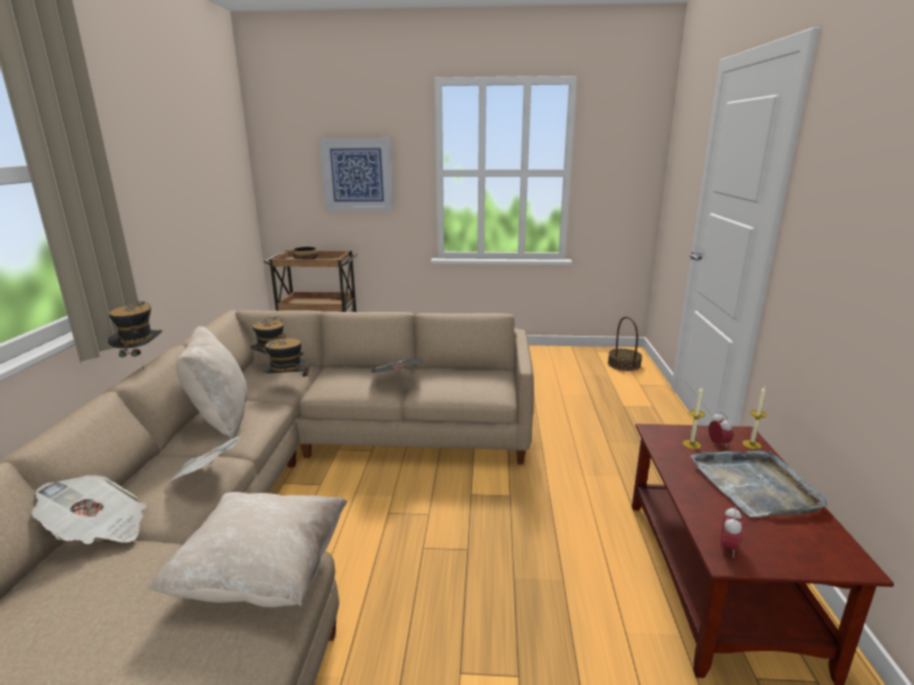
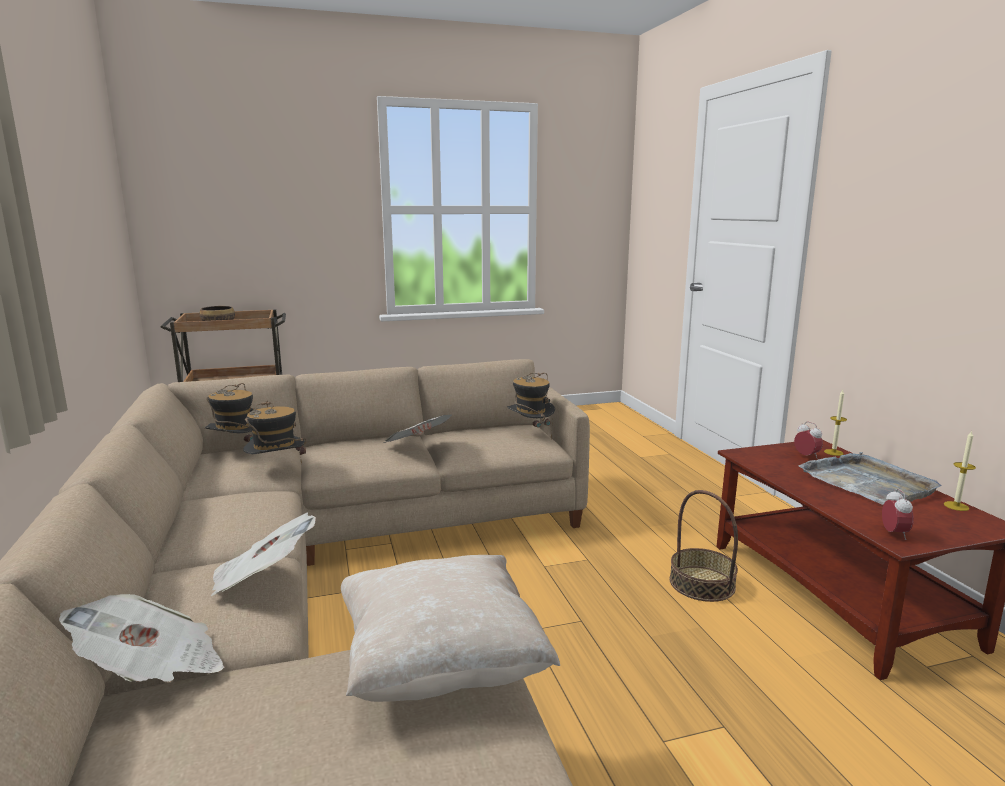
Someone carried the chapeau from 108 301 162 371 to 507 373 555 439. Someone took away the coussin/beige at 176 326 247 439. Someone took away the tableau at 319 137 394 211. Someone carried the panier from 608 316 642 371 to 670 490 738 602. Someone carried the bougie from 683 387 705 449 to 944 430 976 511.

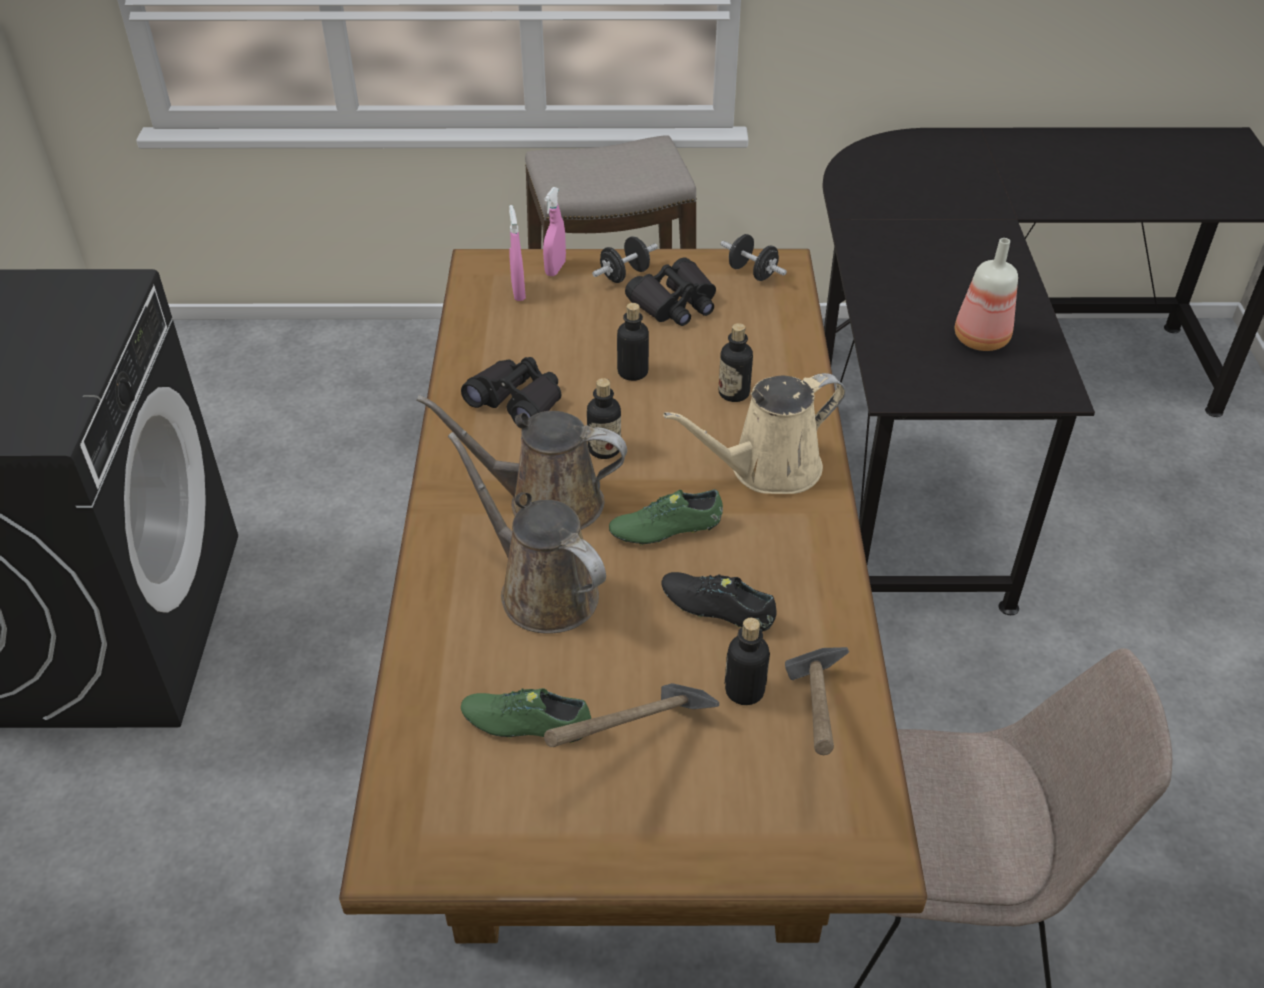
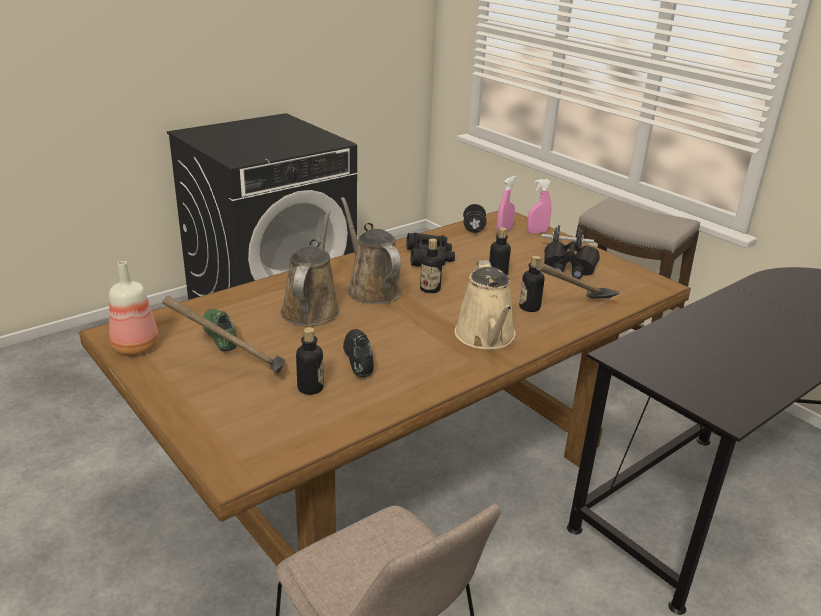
Someone took away the chaussure/vert at 609 489 723 546. Someone rotated the arrosoir/beige at 663 373 845 494 by 120 degrees counterclockwise. Someone carried the haltère/noir from 721 234 787 281 to 463 204 487 233. Someone carried the marteau from 785 647 849 755 to 536 262 619 298. Someone carried the bouteille from 955 238 1018 351 to 109 261 159 355.

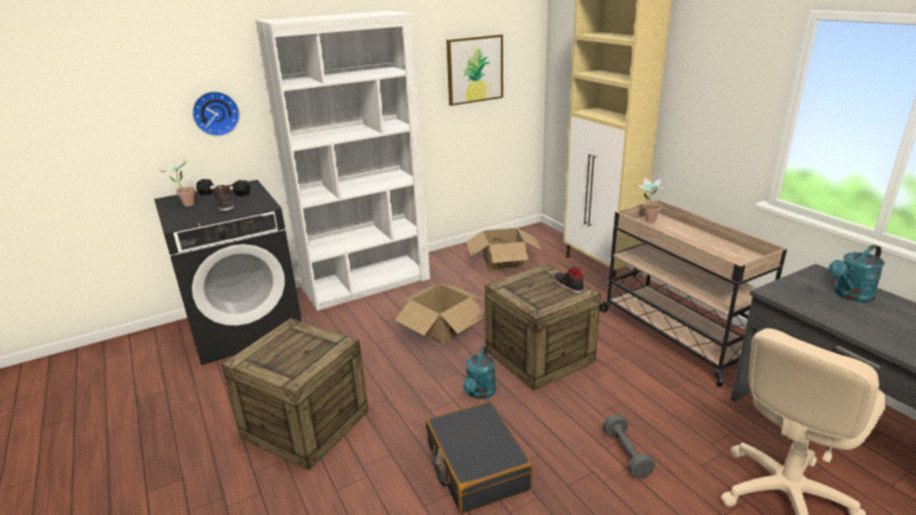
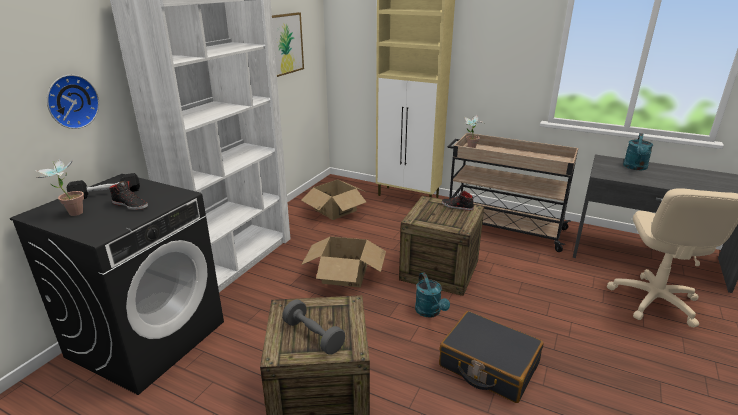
Someone carried the haltère/gris from 603 415 655 479 to 282 300 345 355.

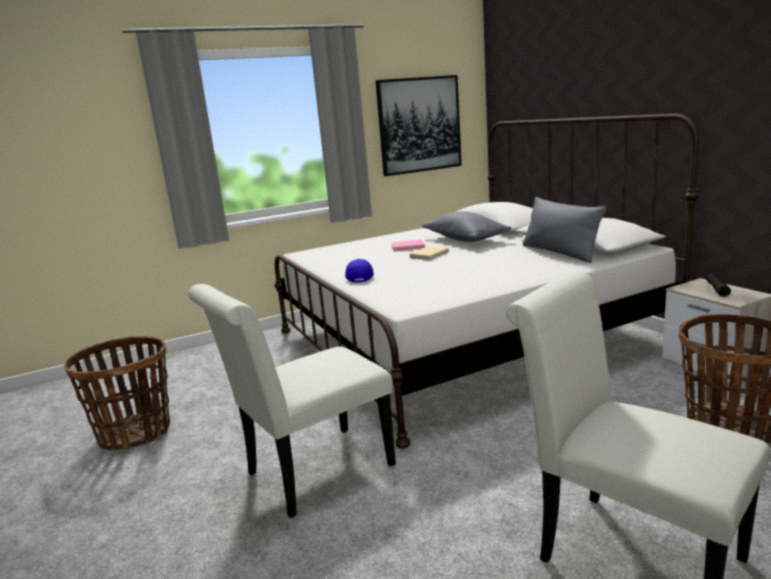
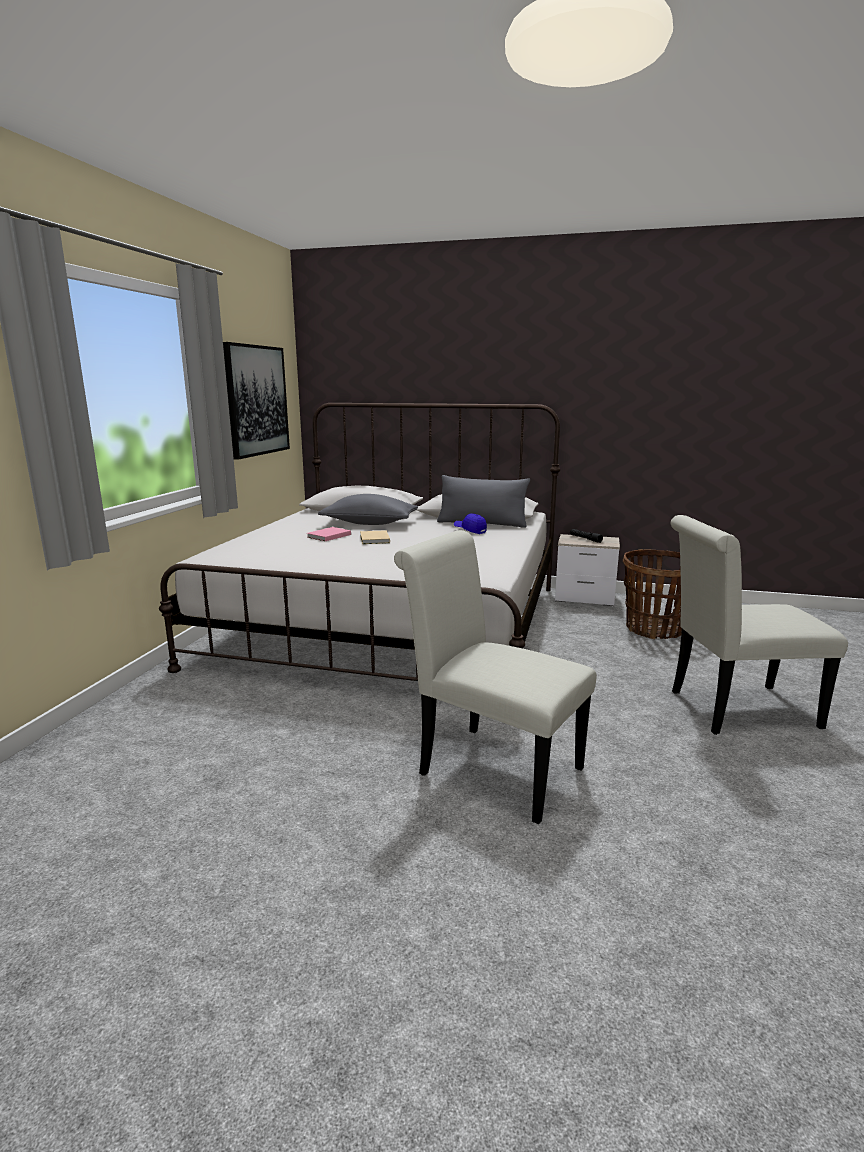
Someone took away the panier at 64 336 170 451. Someone rotated the chaise/blanc at 188 284 396 518 by 120 degrees clockwise. Someone carried the casquette/bleu from 345 259 374 283 to 454 513 487 534.

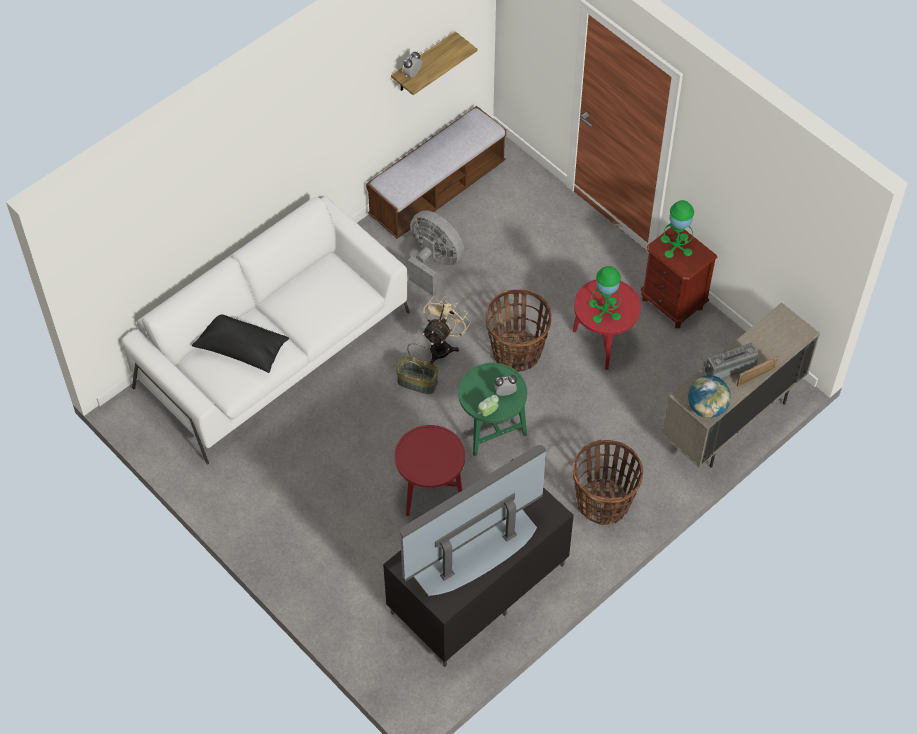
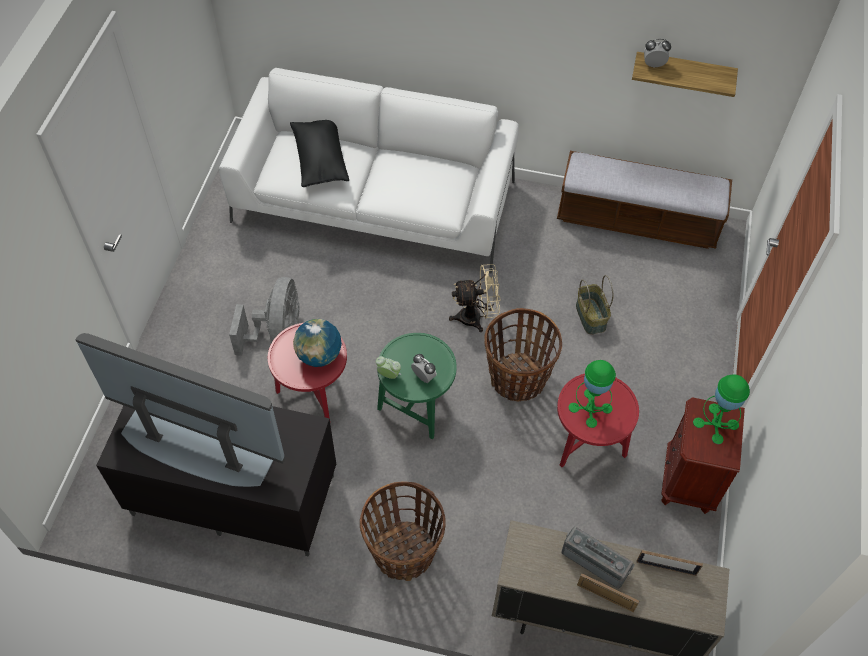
Someone carried the panier from 396 343 439 394 to 576 275 613 335. Someone carried the ventilateur/gris from 408 210 464 296 to 229 277 300 356. Someone carried the globe from 688 375 731 418 to 293 319 342 367. Someone put down the cadre photo at 636 550 703 576.

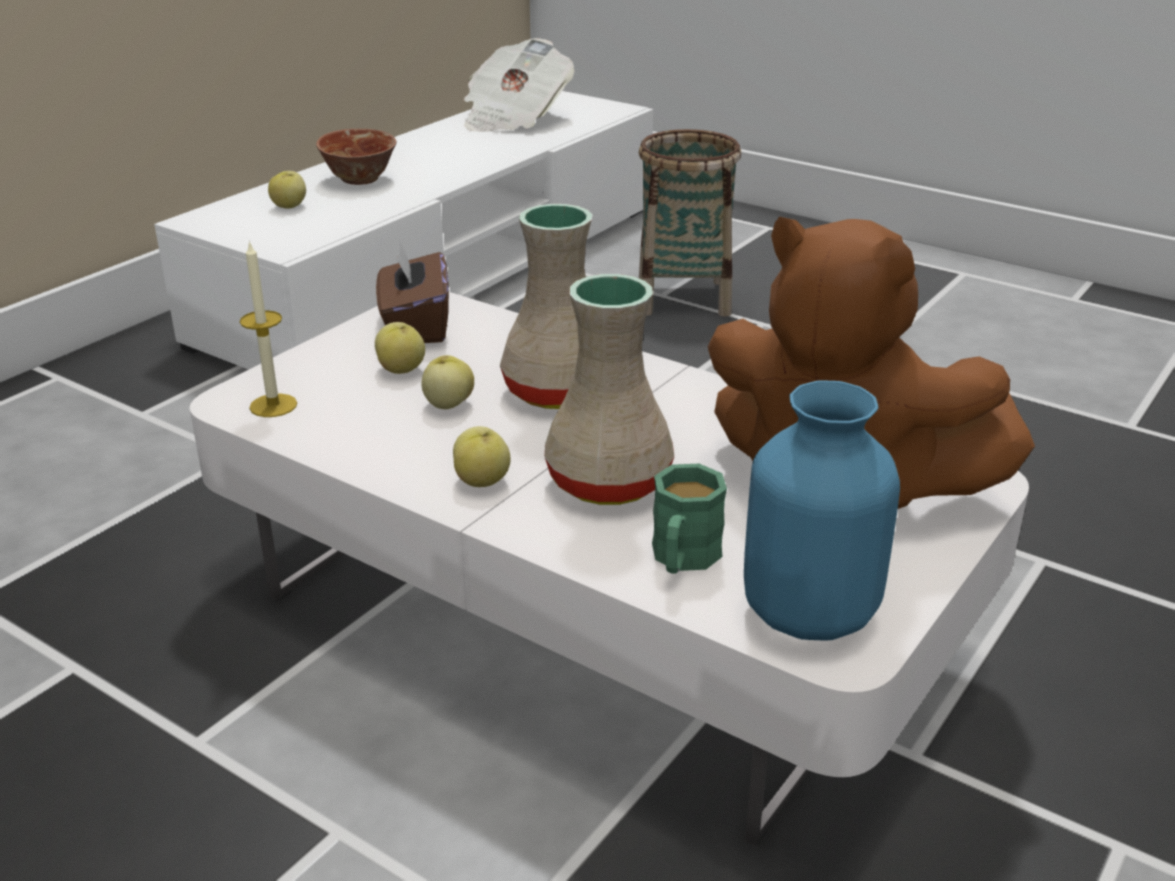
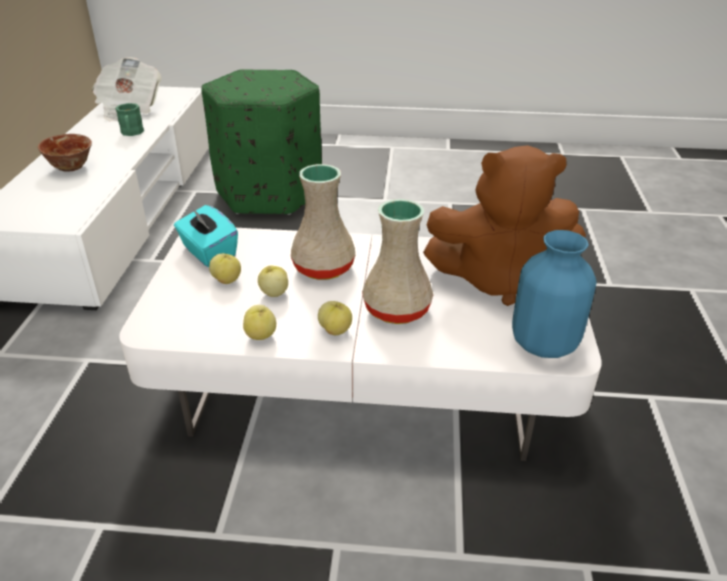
Someone took away the bougie at 240 241 297 417. Someone carried the pomme from 268 171 306 209 to 243 305 276 340. Someone repainted the boîte à mouchoirs/marron at 376 241 449 343, which became the boîte à mouchoirs/turquoise at 174 205 238 267. Someone swapped the panier at 639 129 741 317 for the pouf/vert at 201 69 322 215. Someone carried the mug/vert from 652 464 727 573 to 115 103 144 136.

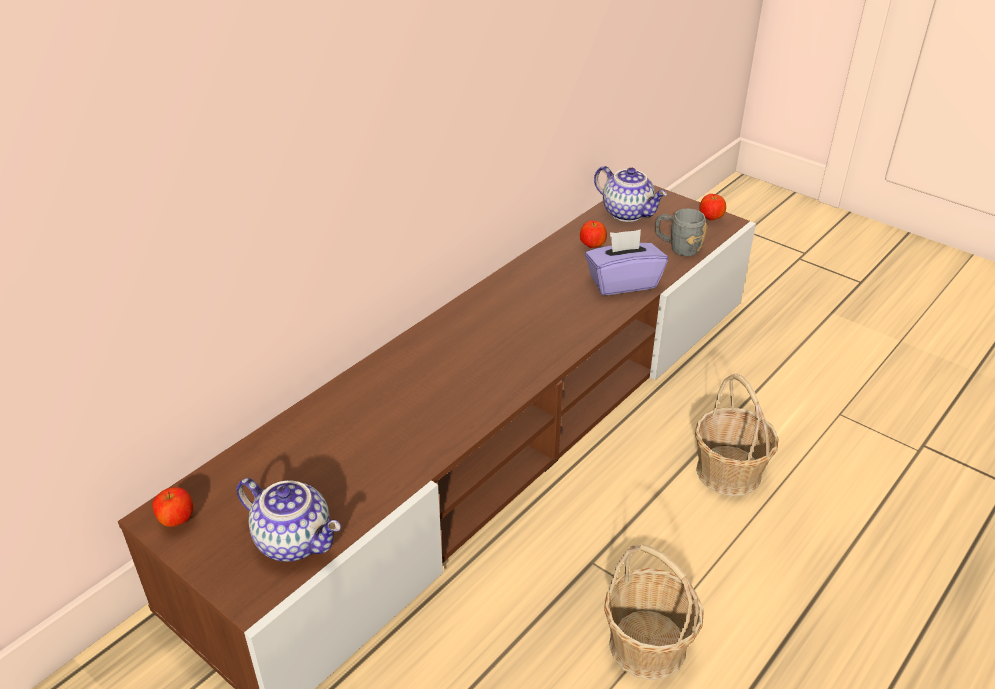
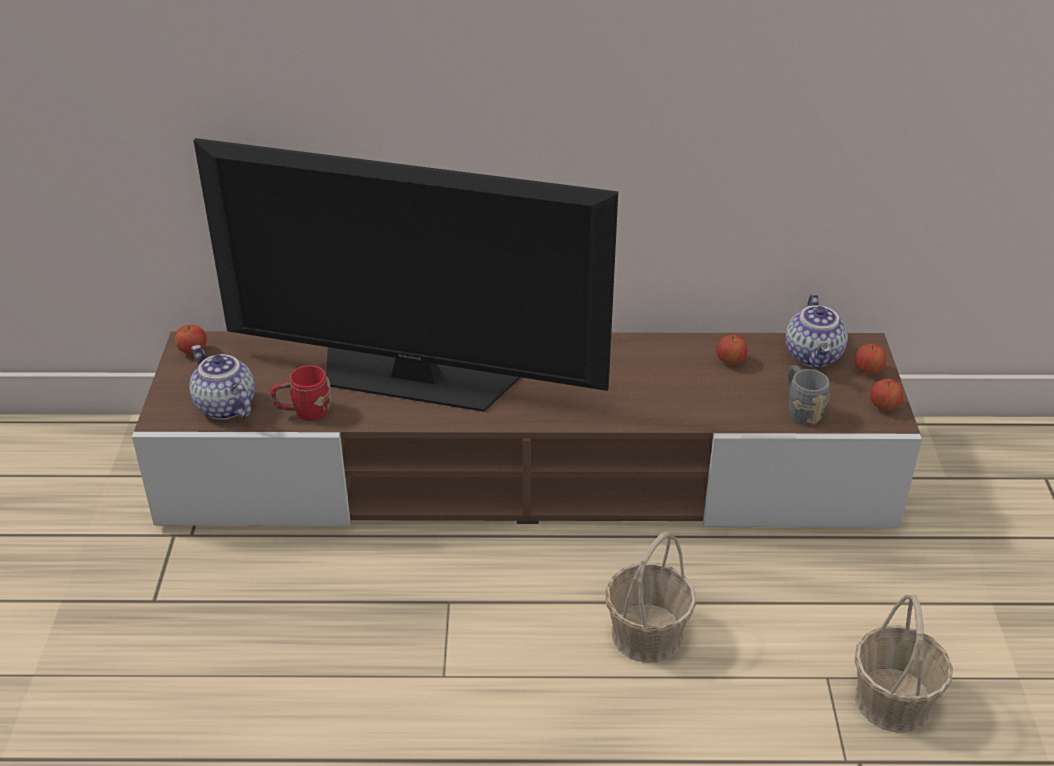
Someone rotated the théière at 236 478 341 562 by 150 degrees clockwise. Someone took away the boîte à mouchoirs/violet at 585 229 668 295. Someone carried the panier from 604 544 704 680 to 855 595 953 733. Someone put down the téléviseur at 193 138 618 412. Someone put down the mug/rouge at 271 365 331 421. Someone put down the pomme at 855 343 887 375.

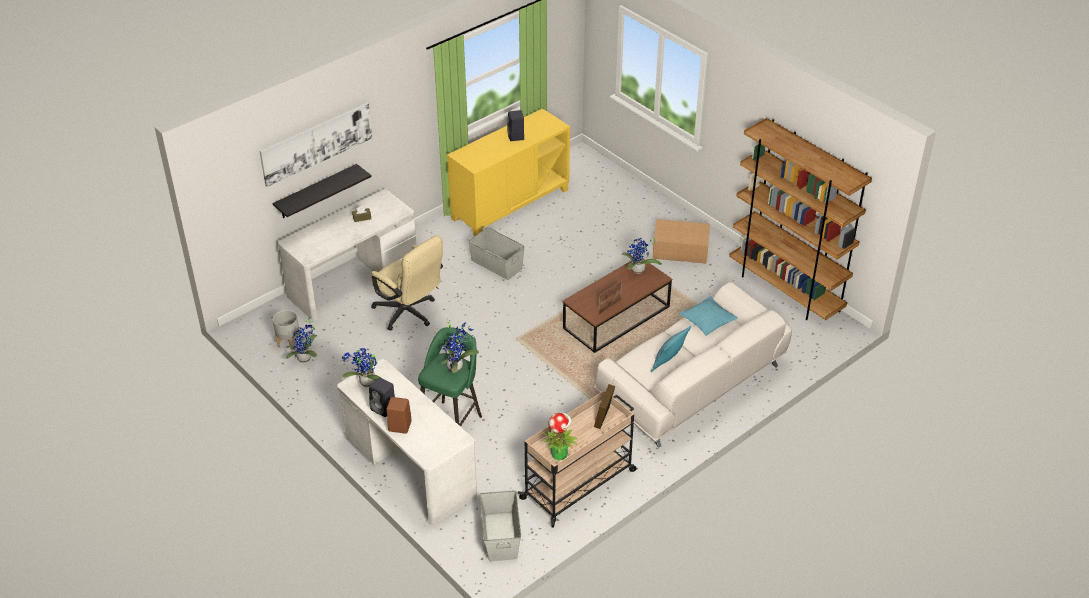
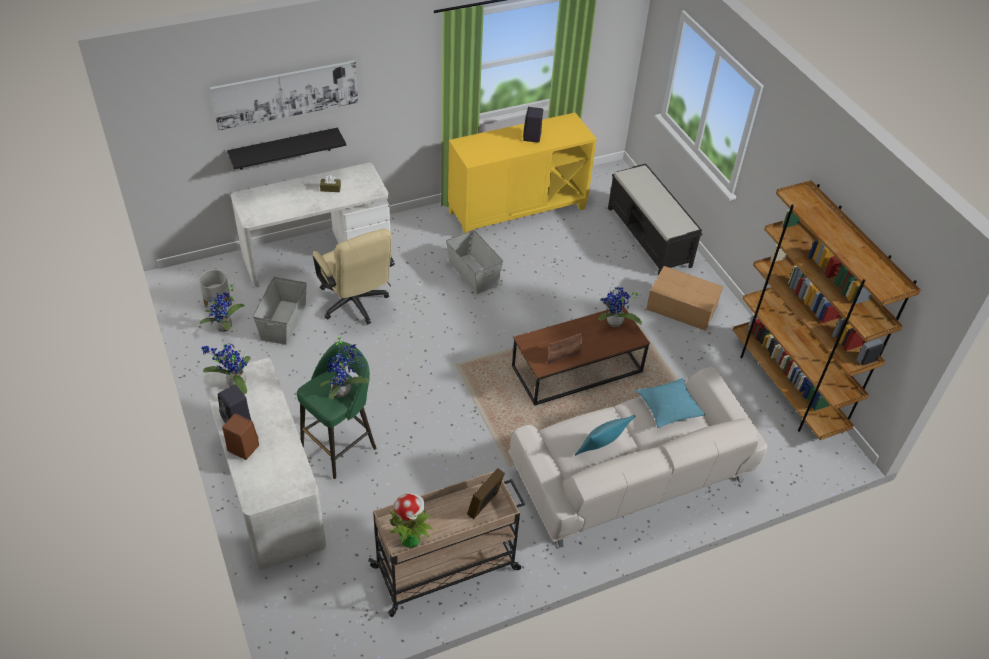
Someone carried the boîte de rangement/gris from 479 490 521 561 to 253 277 307 345. Someone put down the banc/noir at 608 164 702 275.

